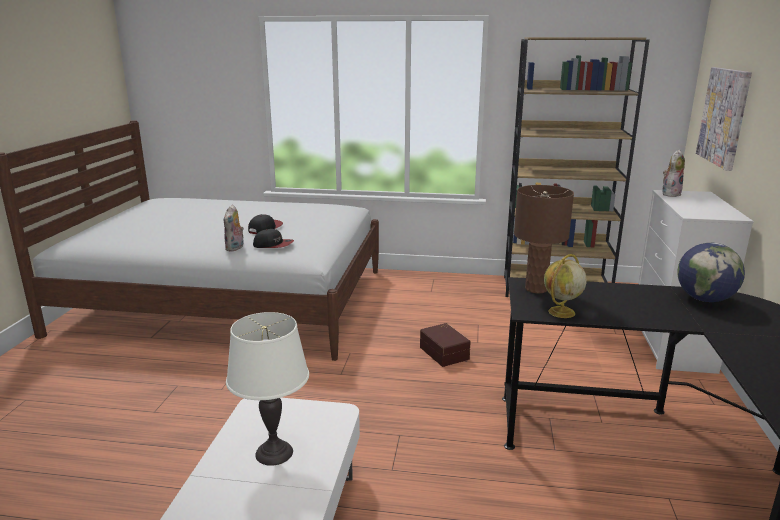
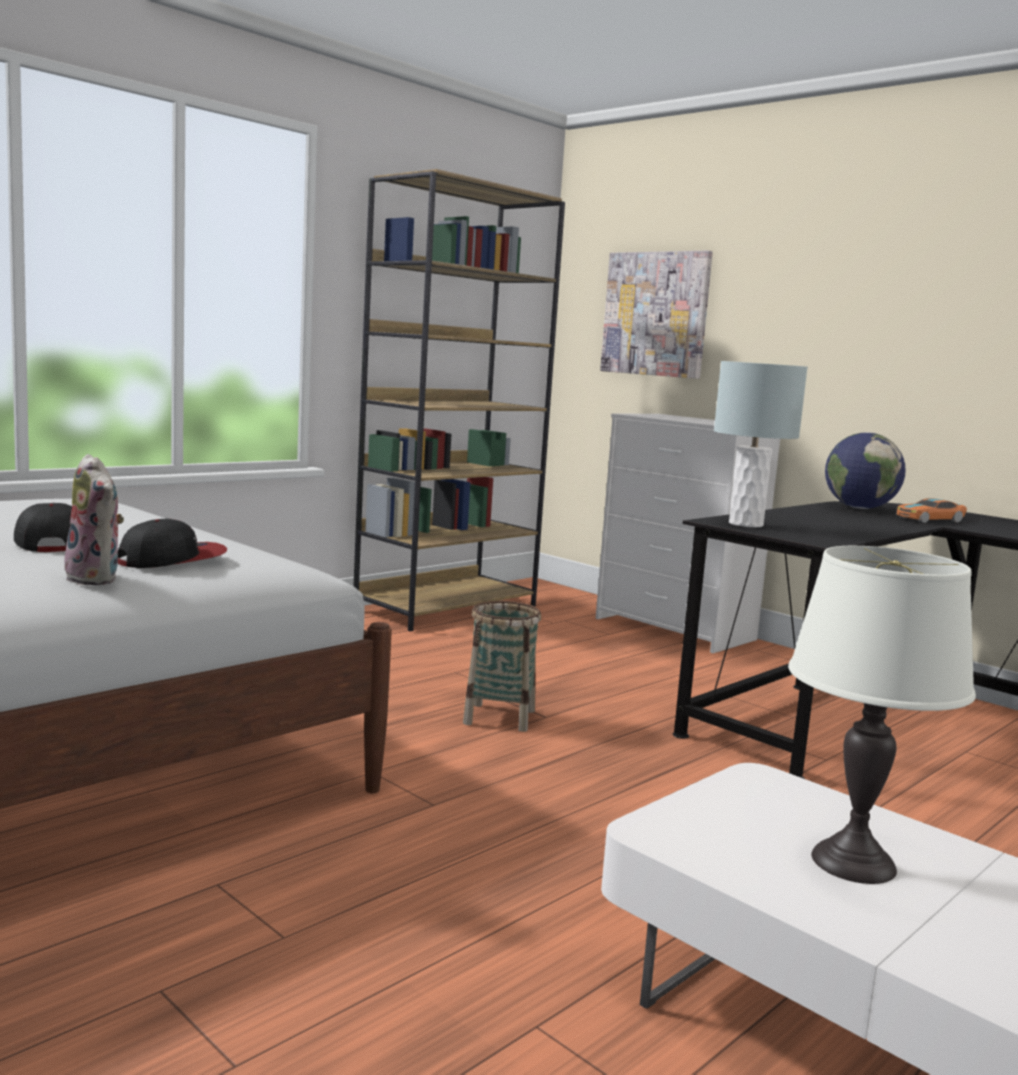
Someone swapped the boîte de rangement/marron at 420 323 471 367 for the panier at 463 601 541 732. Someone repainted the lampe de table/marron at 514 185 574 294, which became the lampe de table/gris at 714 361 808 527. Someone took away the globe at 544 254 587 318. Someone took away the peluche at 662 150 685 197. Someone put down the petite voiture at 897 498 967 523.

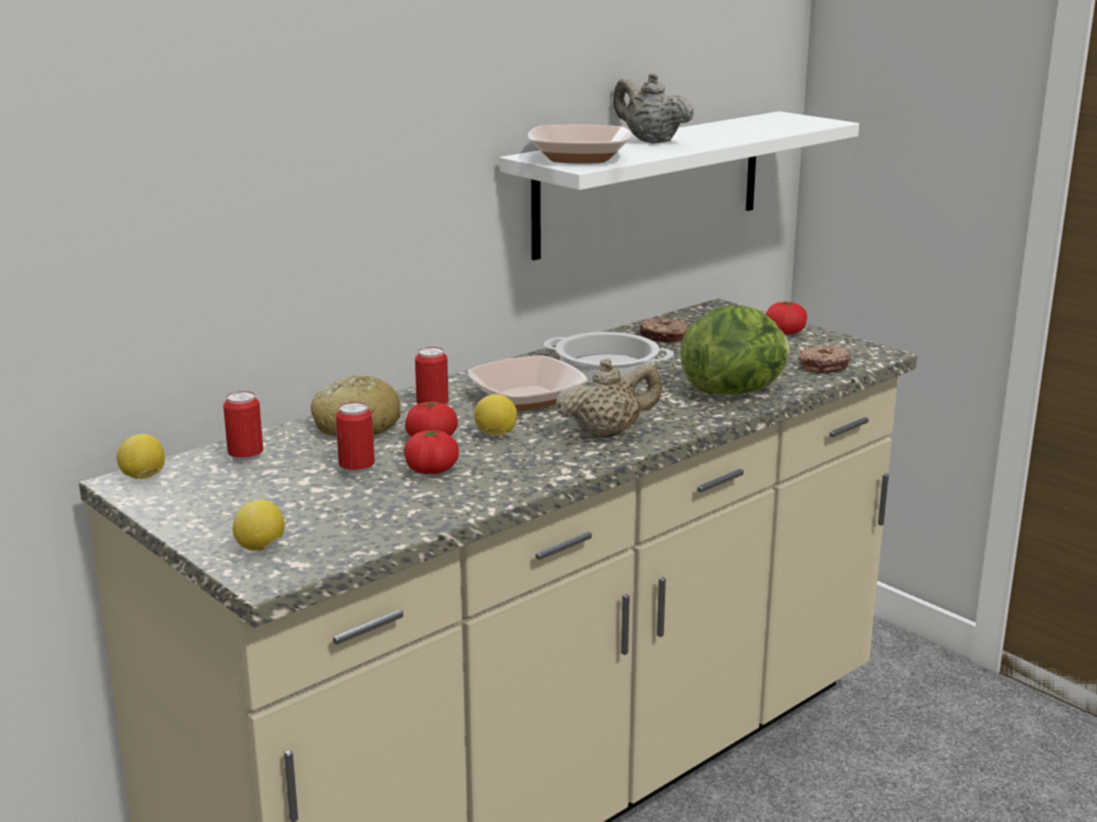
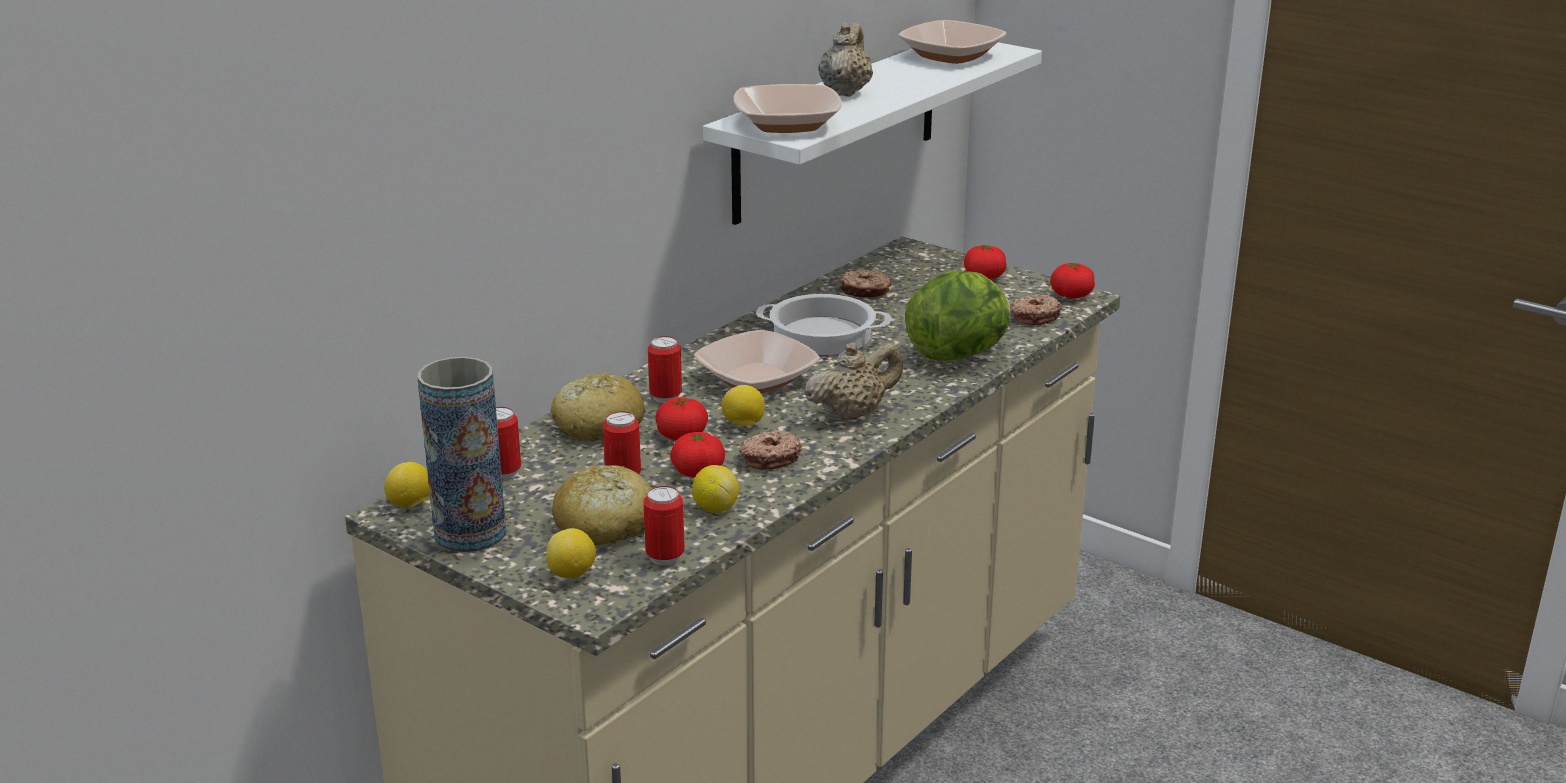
Someone rotated the théière/beige at 613 73 695 143 by 75 degrees clockwise. Someone put down the vase at 418 357 506 552. Someone put down the pain at 552 465 652 545. Someone put down the boîte métallique at 643 486 685 565. Someone put down the citron at 692 465 739 513. Someone put down the beignet at 739 430 802 470. Someone put down the bol at 898 20 1007 64. Someone put down the tomate at 1050 263 1095 298.

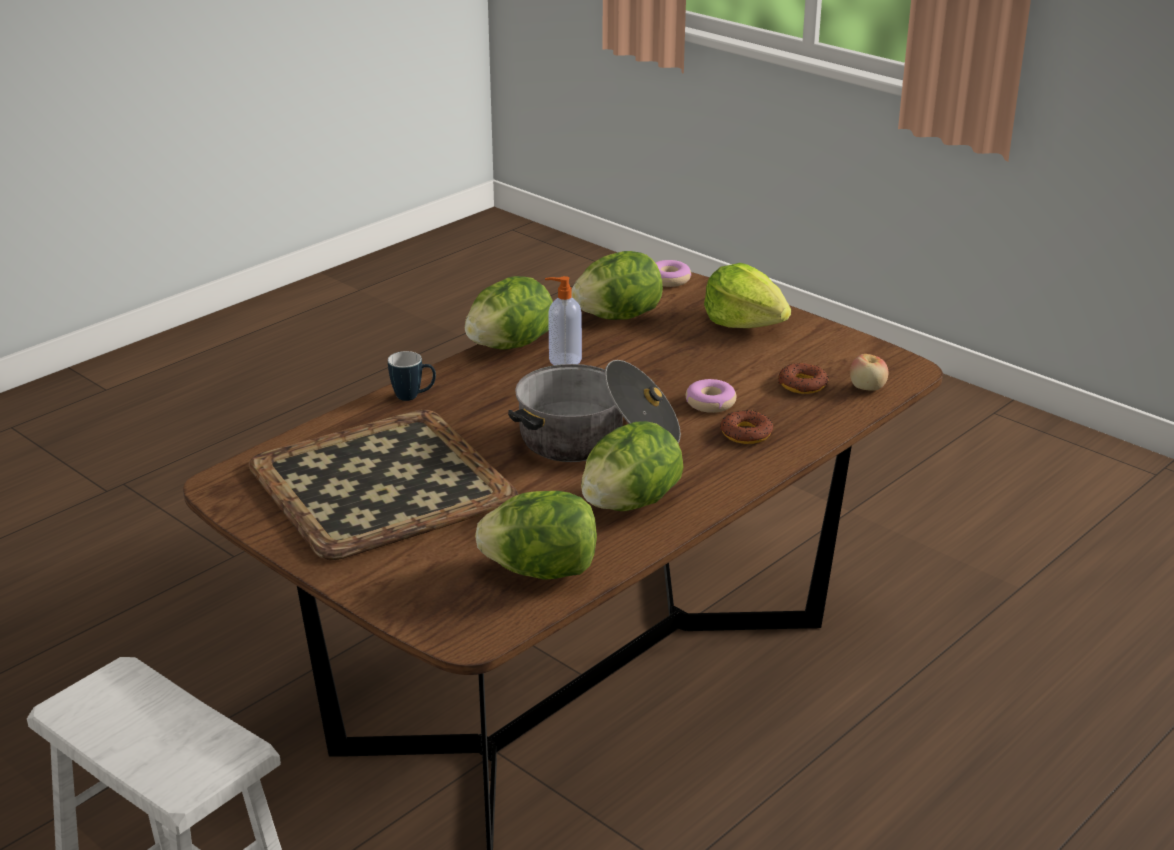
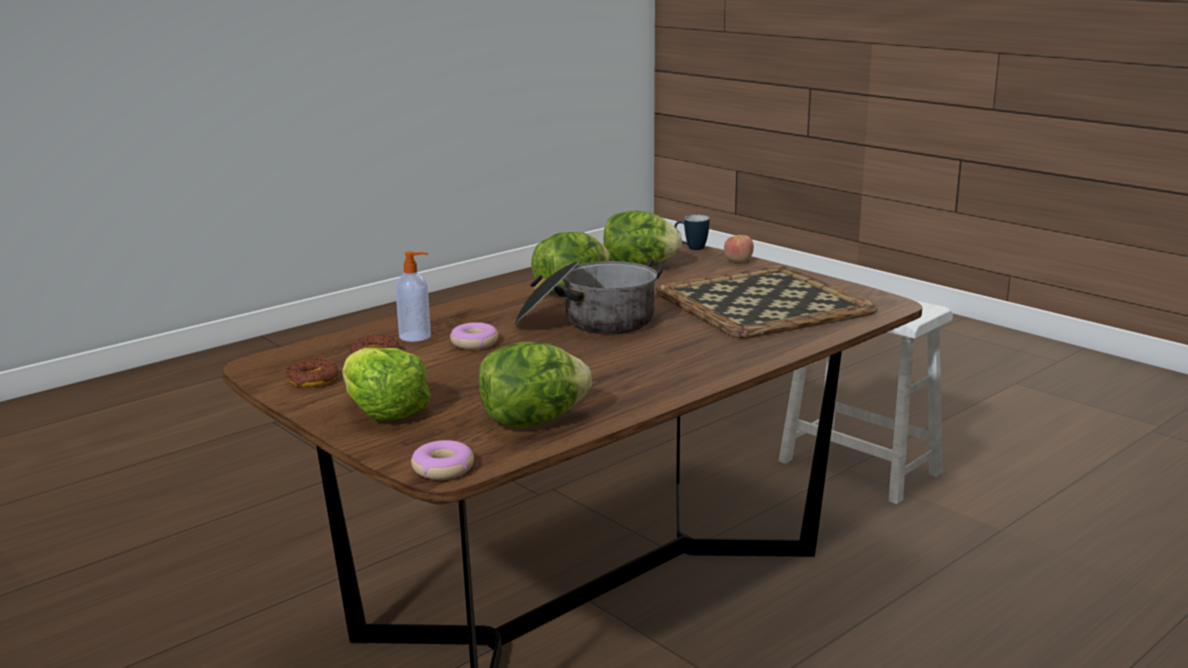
Someone carried the mug from 388 351 436 401 to 674 215 710 250. Someone took away the laitue at 465 276 553 350. Someone carried the distributeur de savon from 545 276 582 365 to 396 251 431 342. Someone carried the beignet from 720 410 773 444 to 285 359 339 387. Someone carried the pomme from 850 354 889 391 to 724 235 754 262.

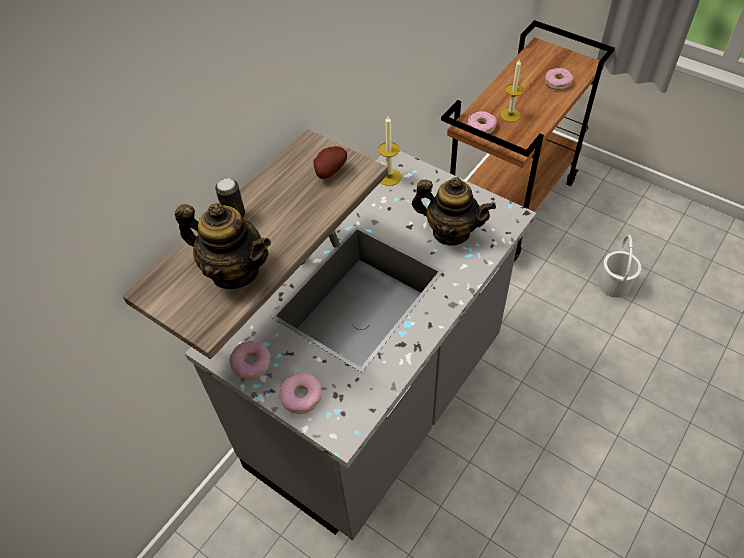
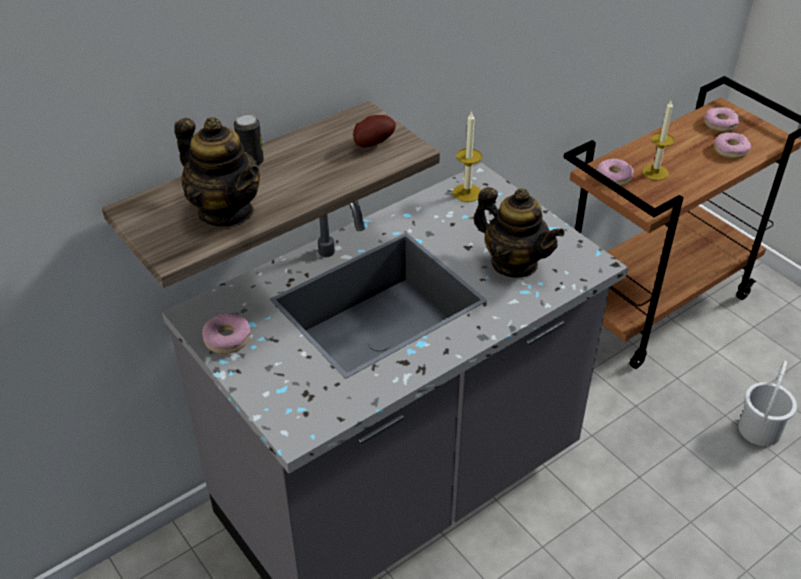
Someone carried the beignet from 280 373 322 414 to 704 107 739 132.

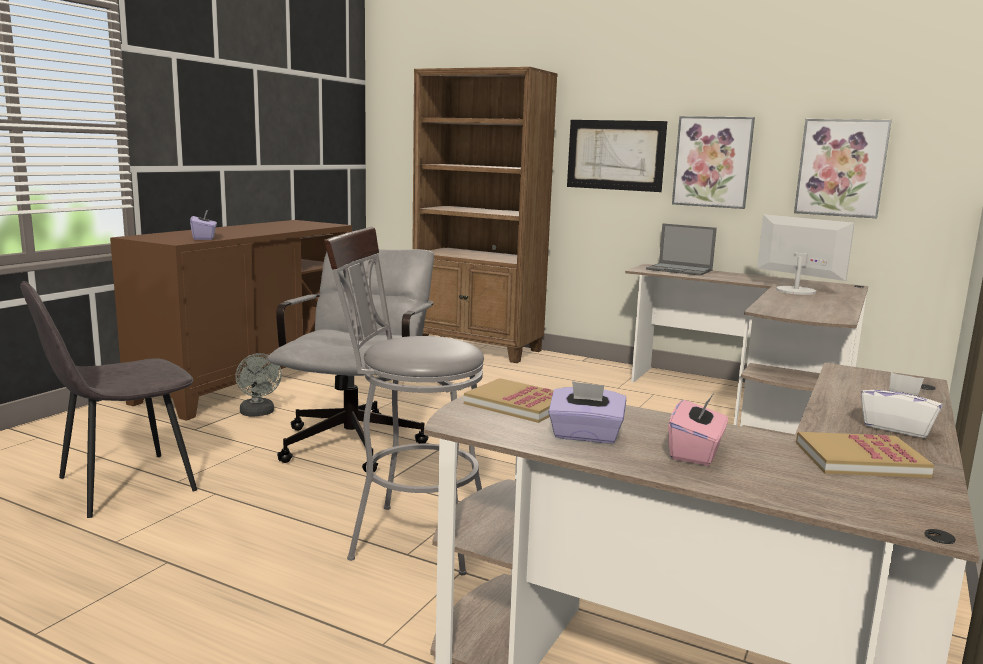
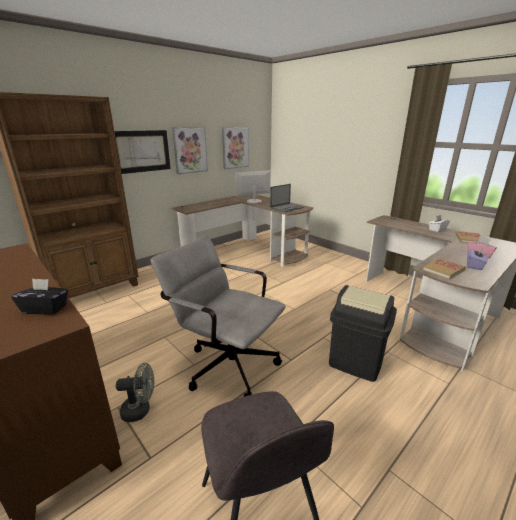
Someone repainted the boîte à mouchoirs/violet at 190 210 217 240, which became the boîte à mouchoirs/noir at 11 278 68 315. Someone swapped the tabouret/gris at 324 227 484 575 for the poubelle/noir at 329 285 397 382. Someone carried the ordinateur portable from 646 223 717 276 to 270 184 304 212.

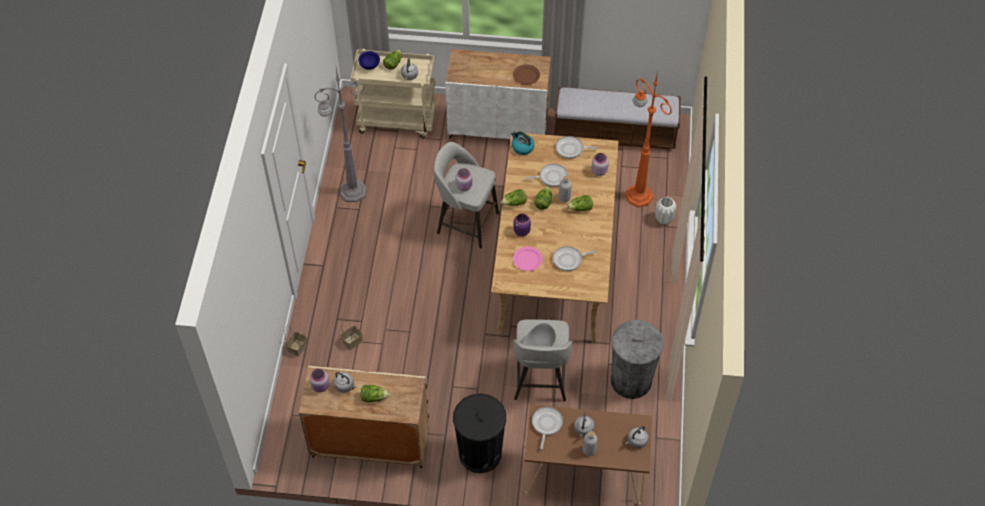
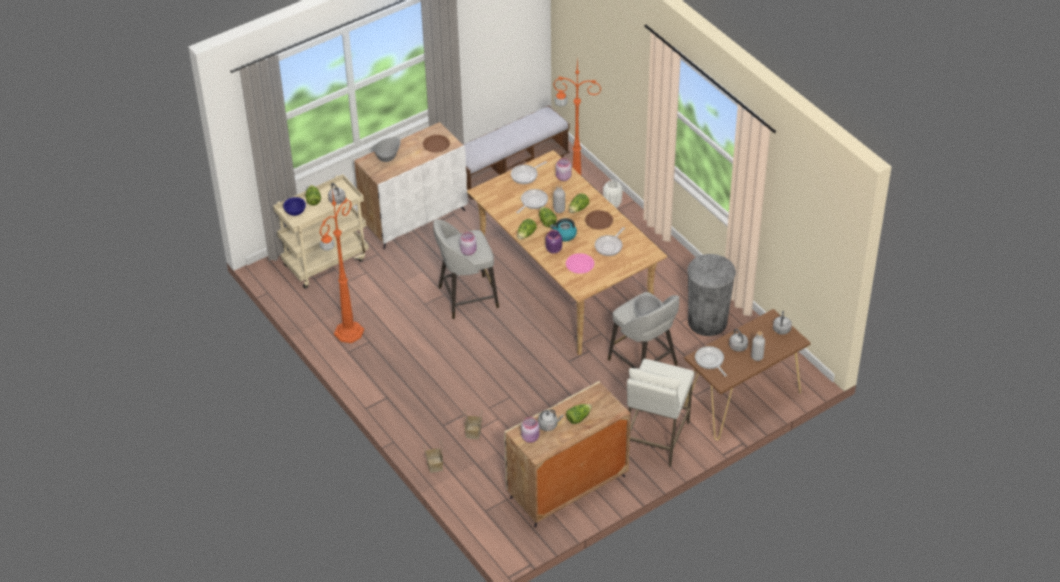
Someone repainted the lampadaire/gris at 314 68 367 202, which became the lampadaire/orange at 319 189 364 343. Someone swapped the poubelle/noir at 453 393 506 473 for the tabouret/blanc at 627 359 694 467. Someone carried the bouilloire from 511 131 535 155 to 550 218 577 241. Someone put down the bol/gris at 374 137 401 162. Someone put down the assiette/marron at 585 210 613 229.

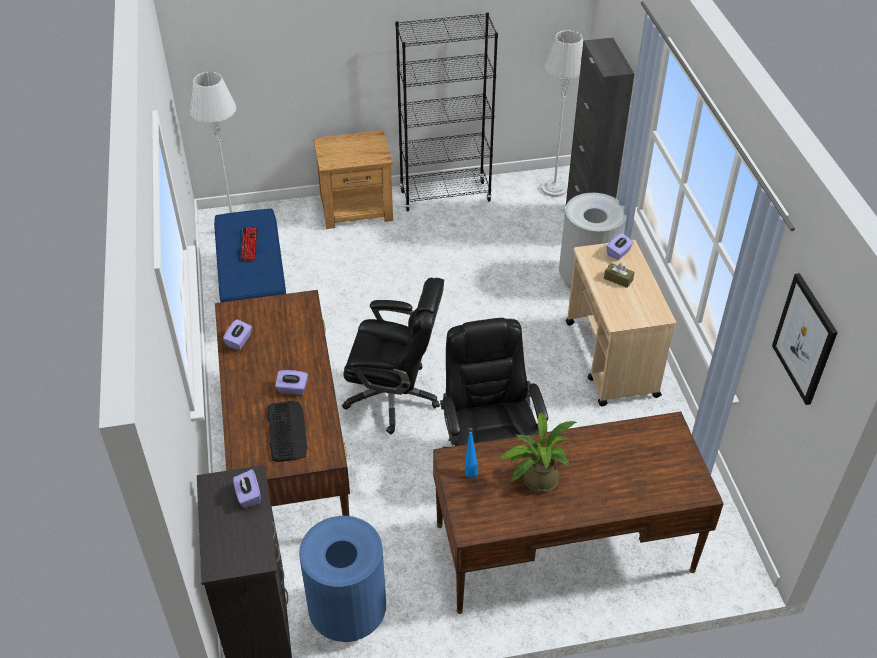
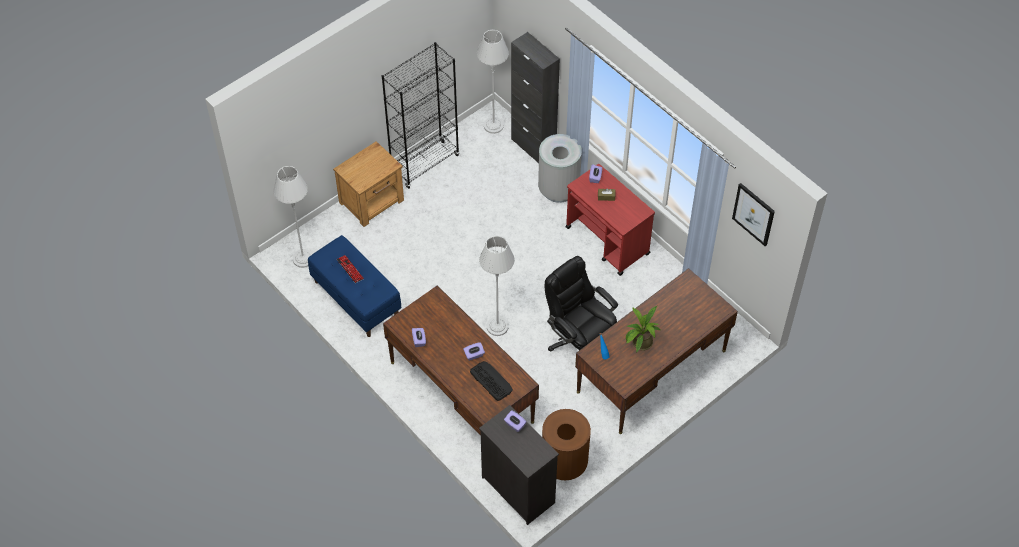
Someone repainted the poubelle/bleu at 299 516 386 642, which became the poubelle/marron at 542 409 591 480. Someone swapped the chaise de bureau/noir at 342 278 444 434 for the lampadaire/gris at 479 236 515 336. Someone repainted the chariot/beige at 566 240 676 406, which became the chariot/rouge at 566 164 655 276.

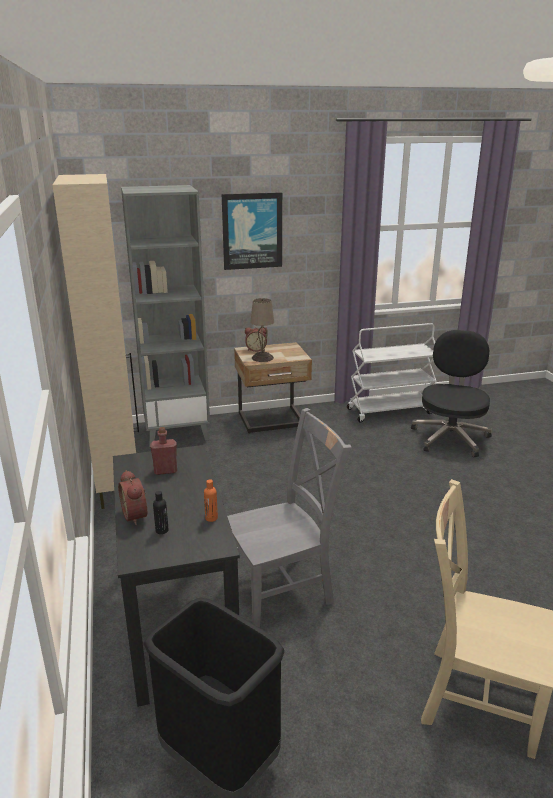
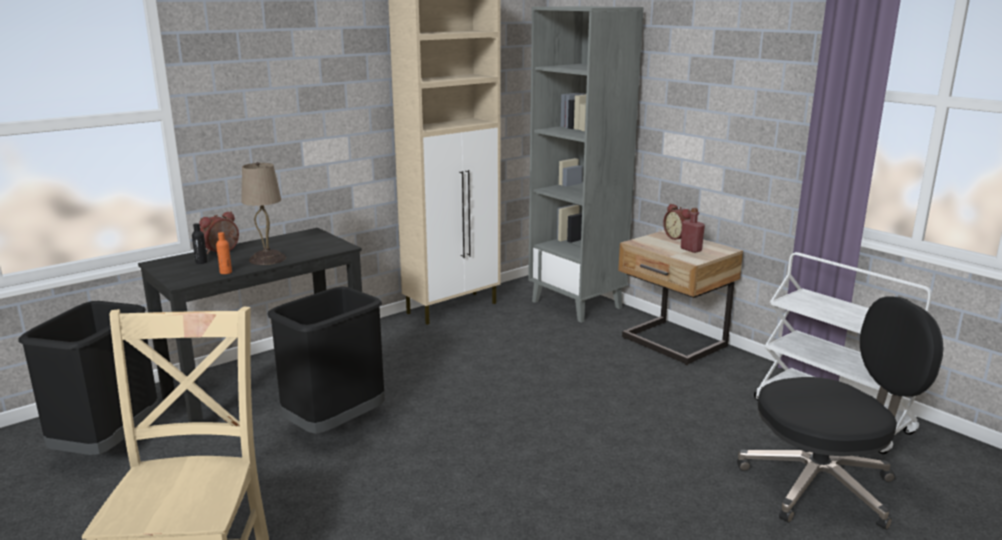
Someone carried the bouteille/rouge from 150 427 177 475 to 681 208 705 253. Someone took away the tableau at 222 192 282 270. Someone swapped the chaise/gris at 227 408 351 627 for the poubelle/noir at 267 286 385 434. Someone carried the lampe de table/beige from 250 298 274 362 to 241 162 286 265.

